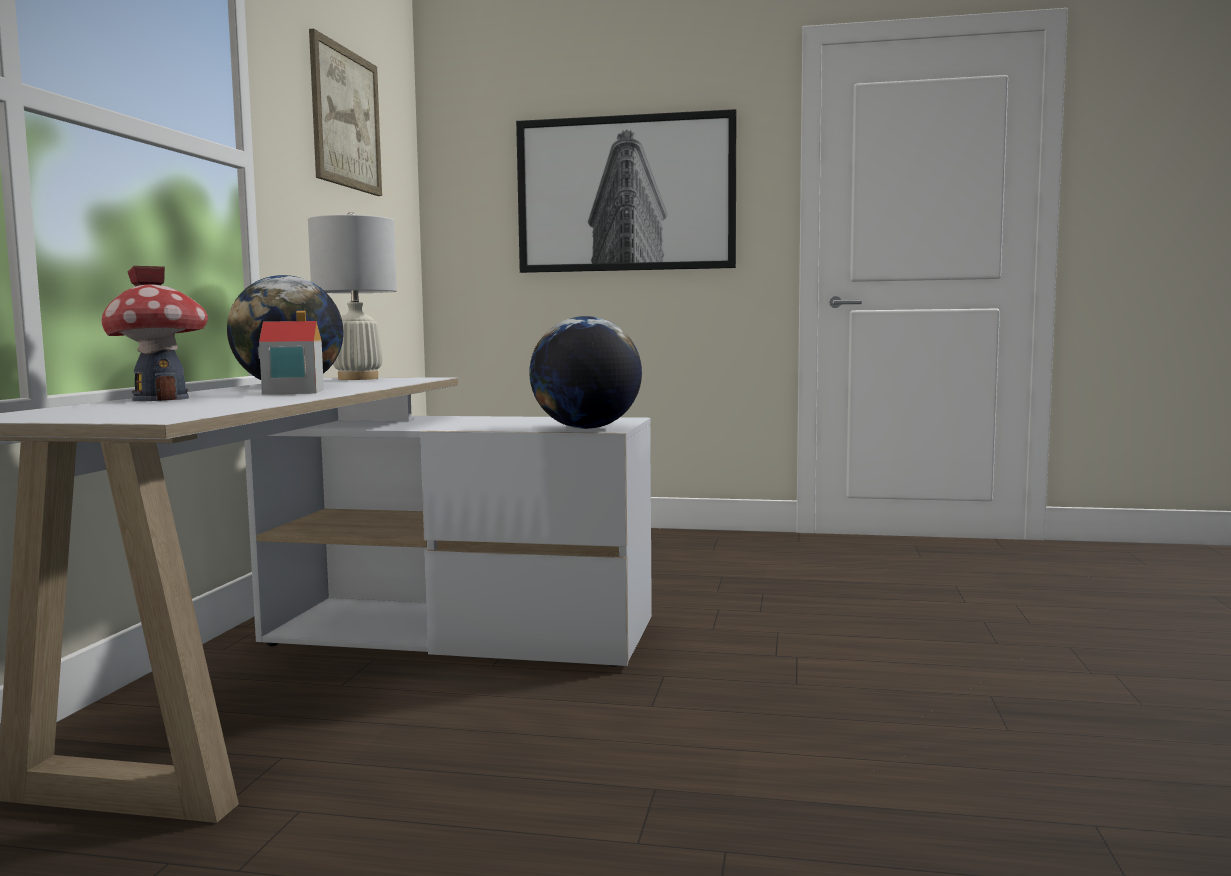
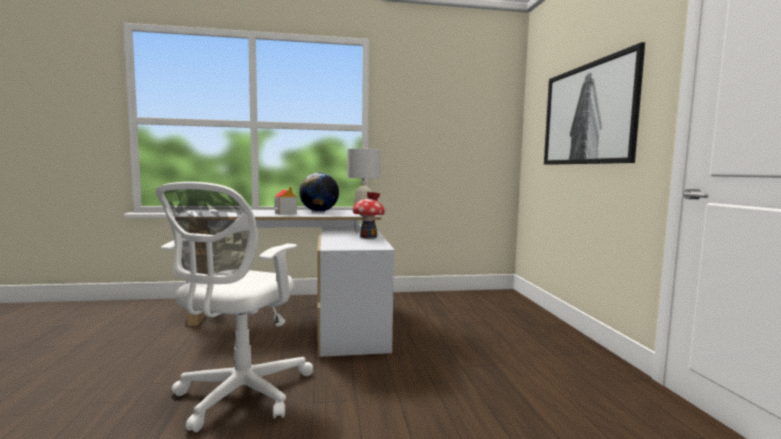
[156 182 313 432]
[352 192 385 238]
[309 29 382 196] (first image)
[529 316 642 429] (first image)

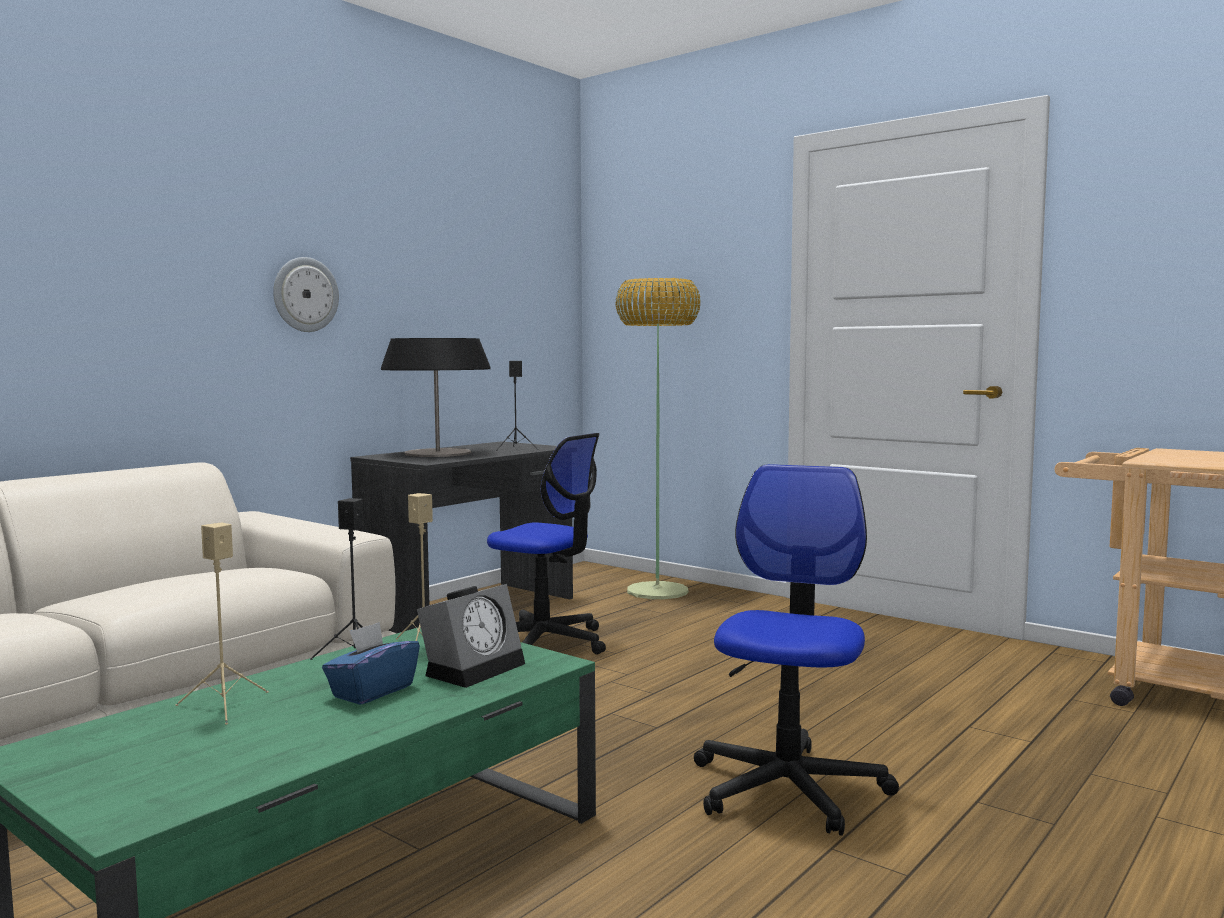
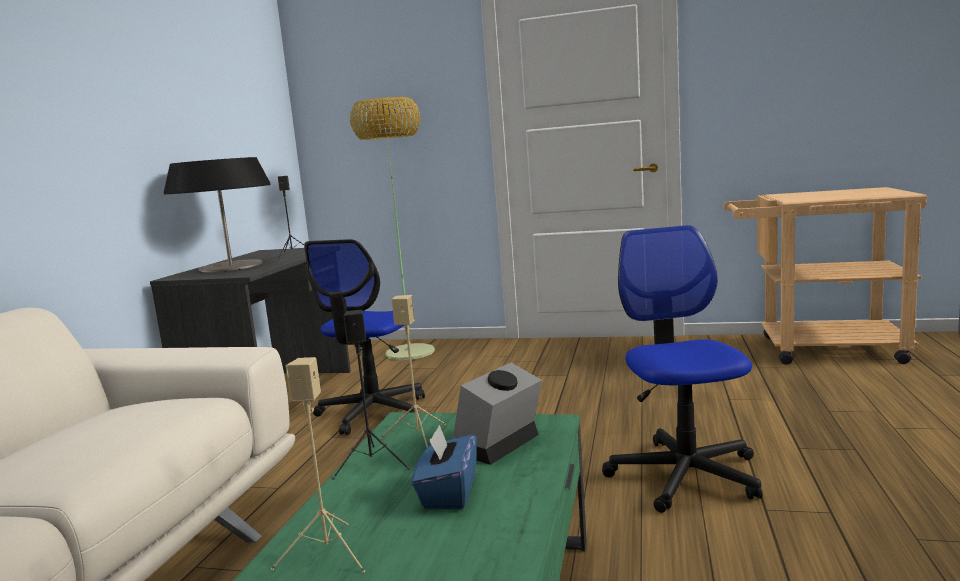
[304 239 425 435]
[453 363 542 465]
[273 257 339 332] (first image)

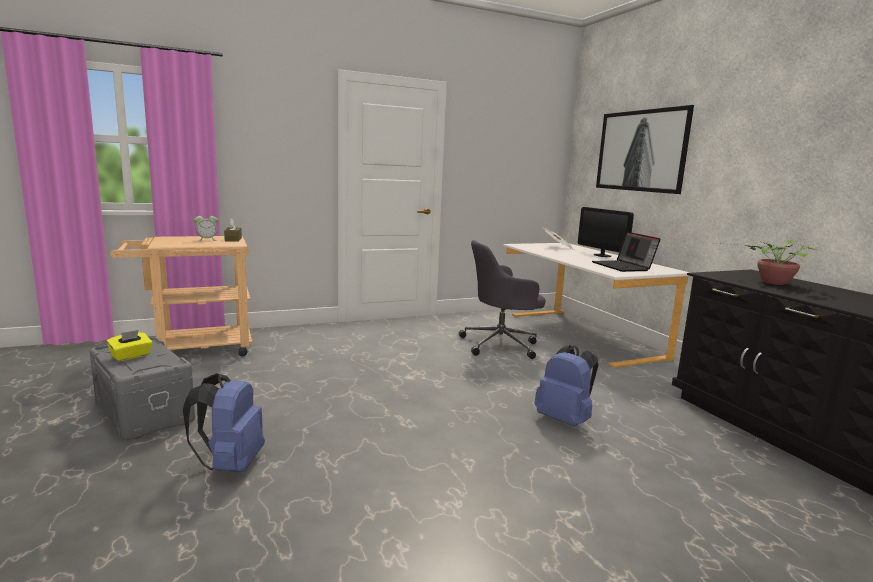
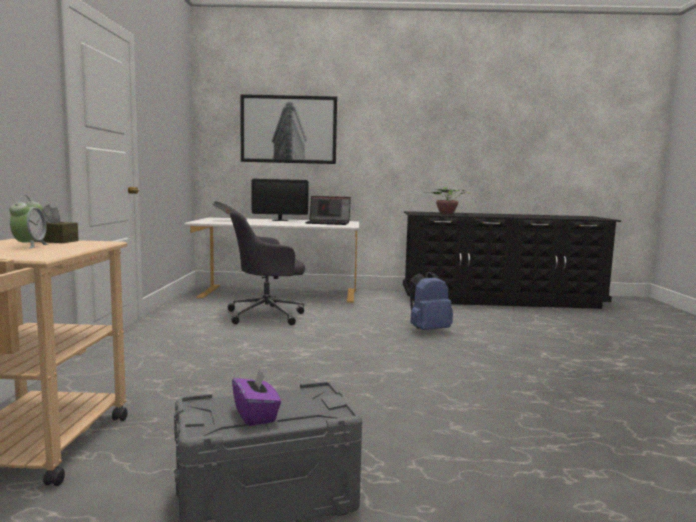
[228 211 305 325]
[232 368 281 426]
[183 373 265 472] (first image)

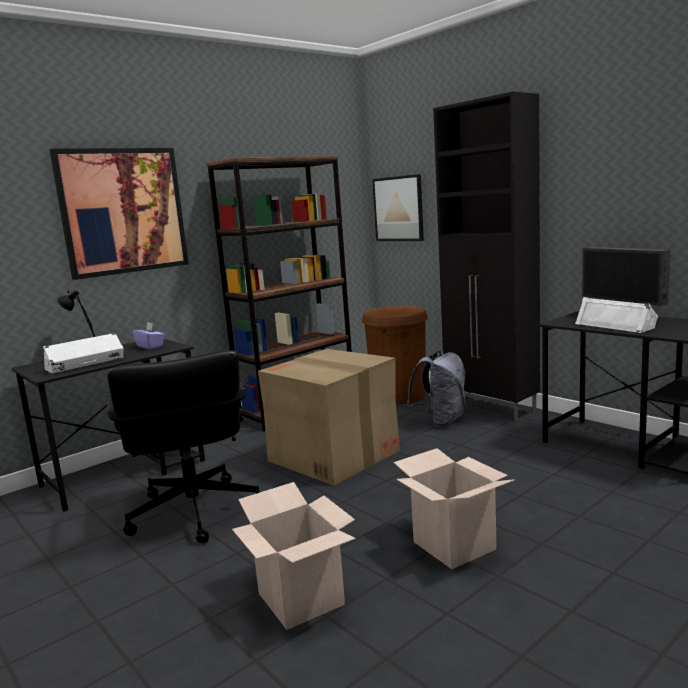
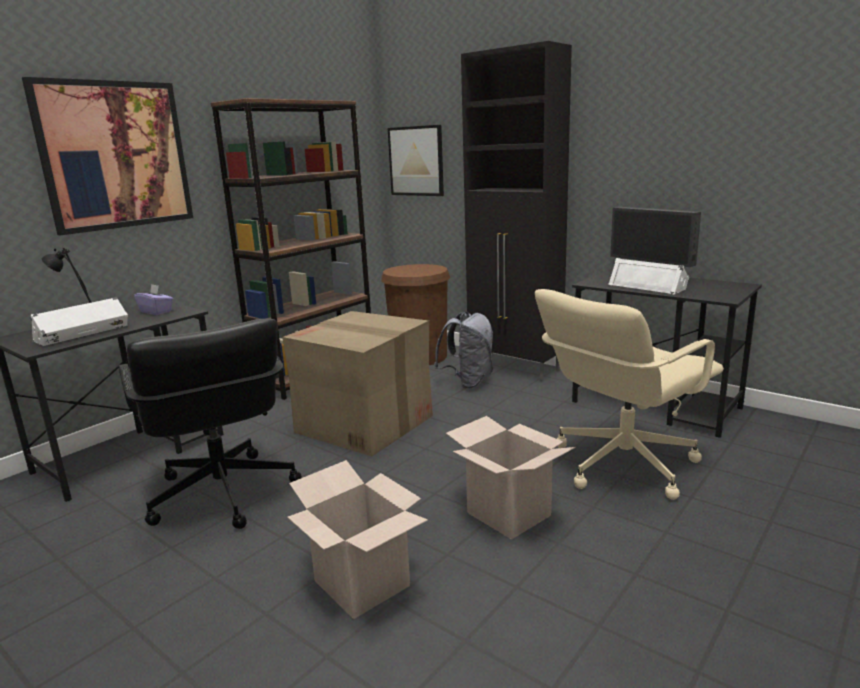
[535 289 724 500]

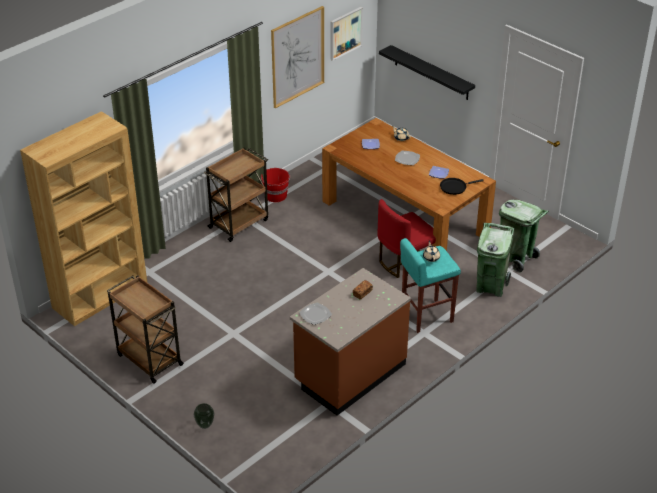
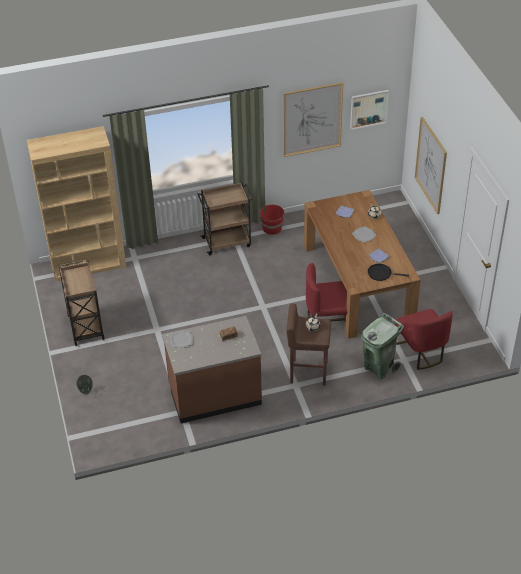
[286 303 331 386]
[394 309 453 370]
[415 117 447 214]

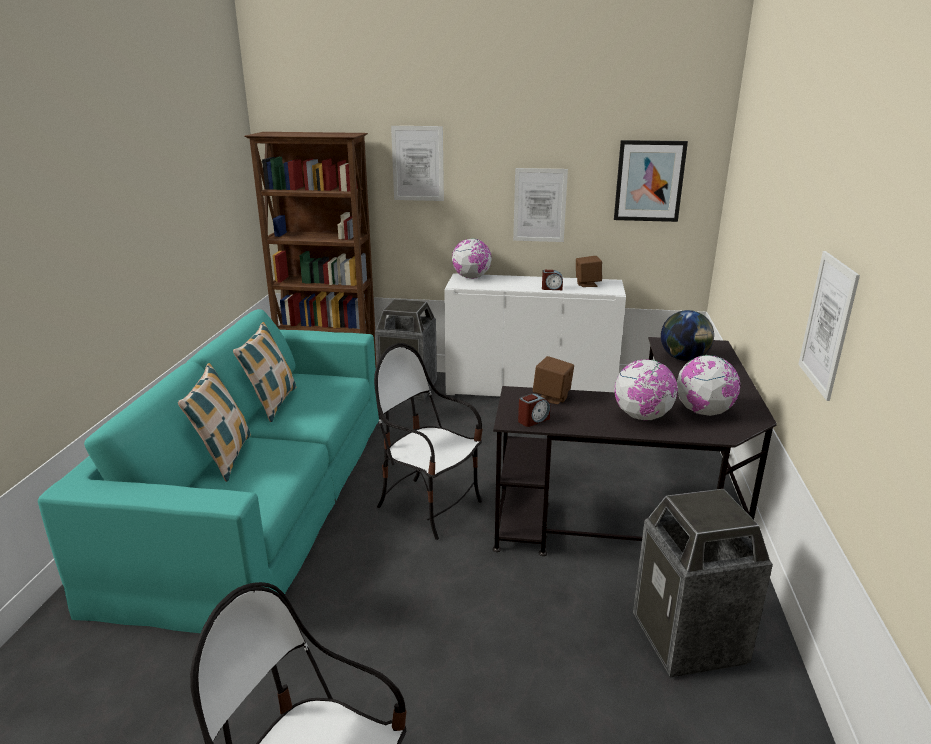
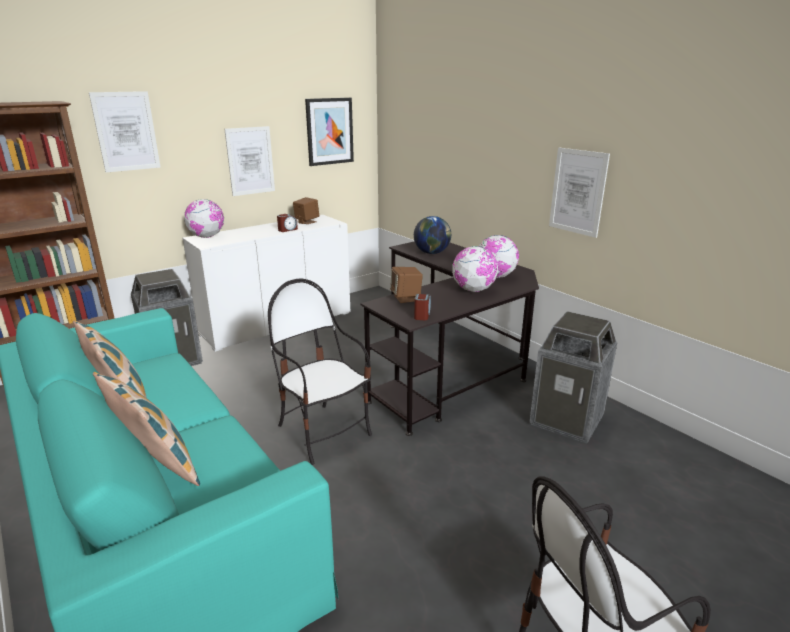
[268 279 372 465]

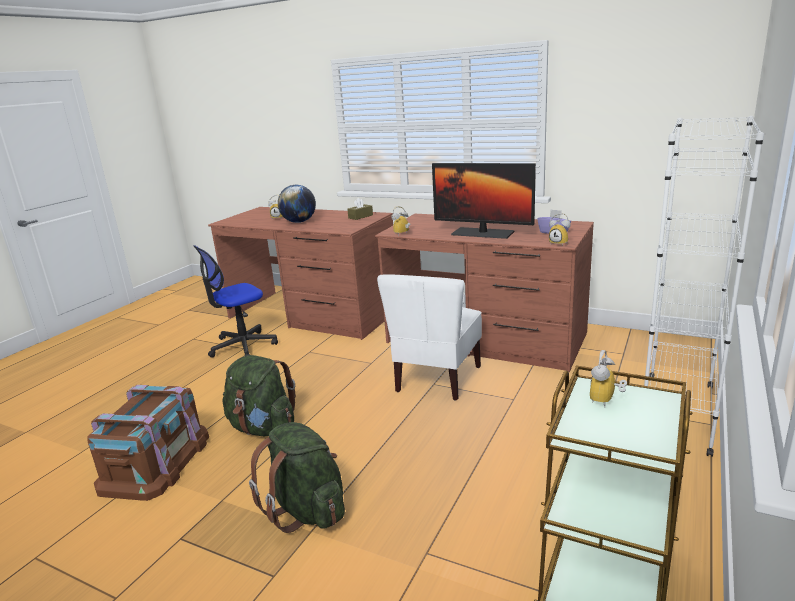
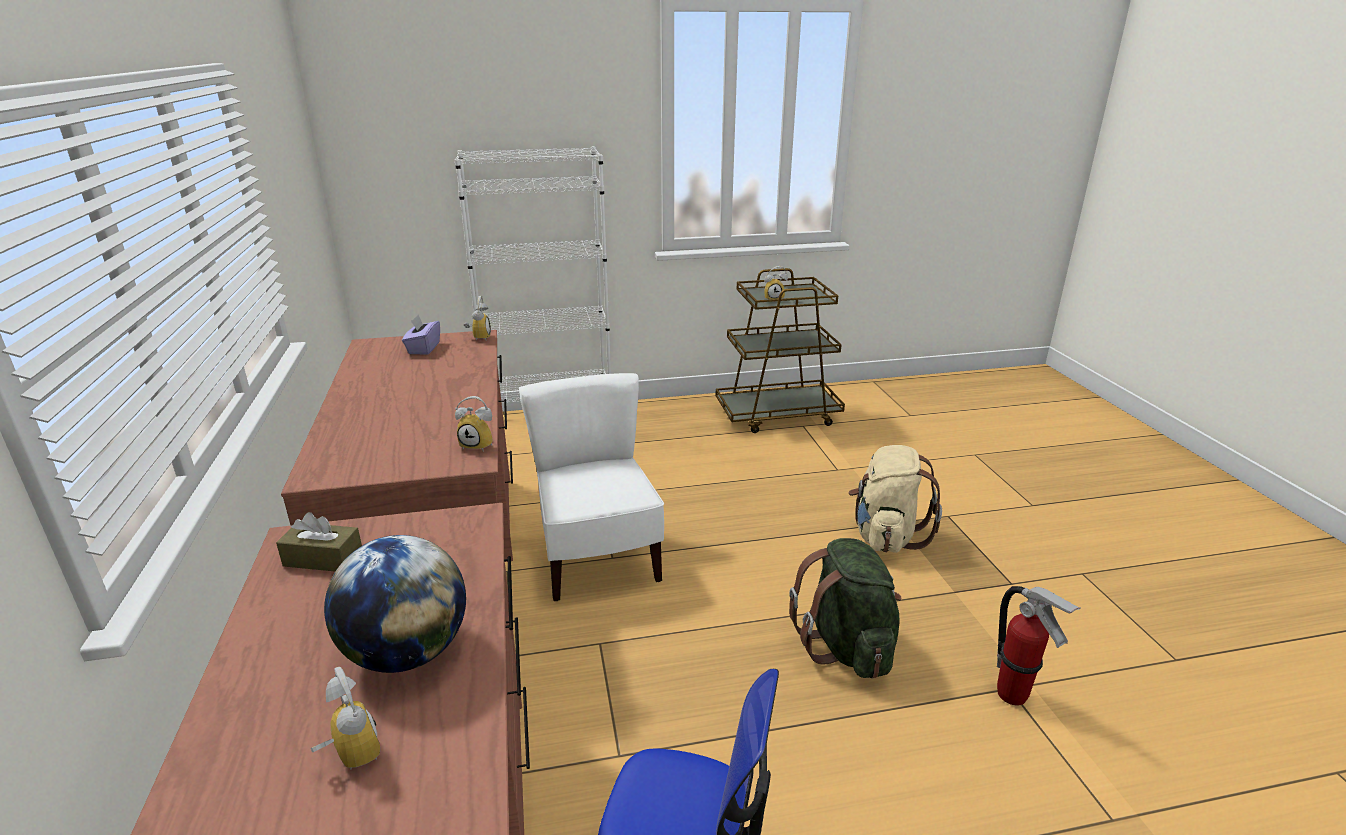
[519 373 664 601]
[849 445 942 553]
[997 586 1081 706]
[432 163 536 239] (first image)

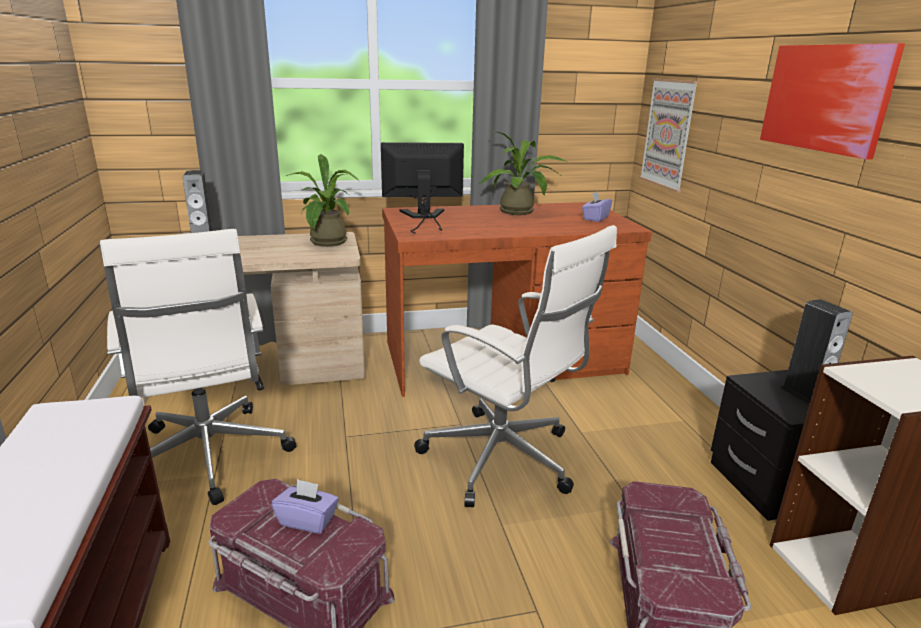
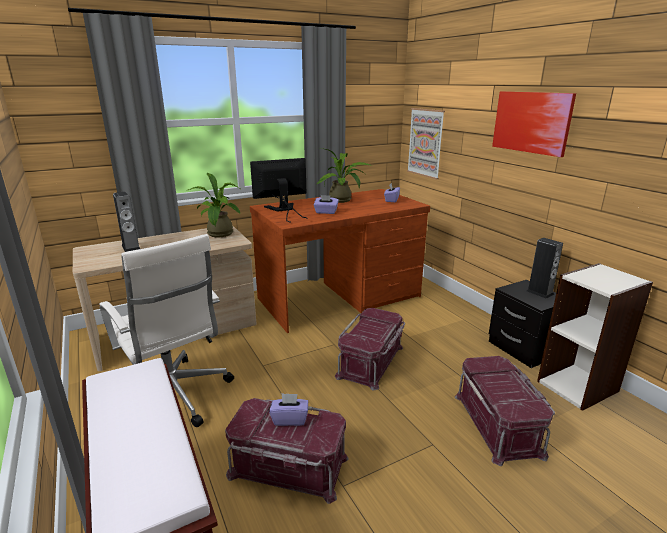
[314 195 339 214]
[335 308 405 391]

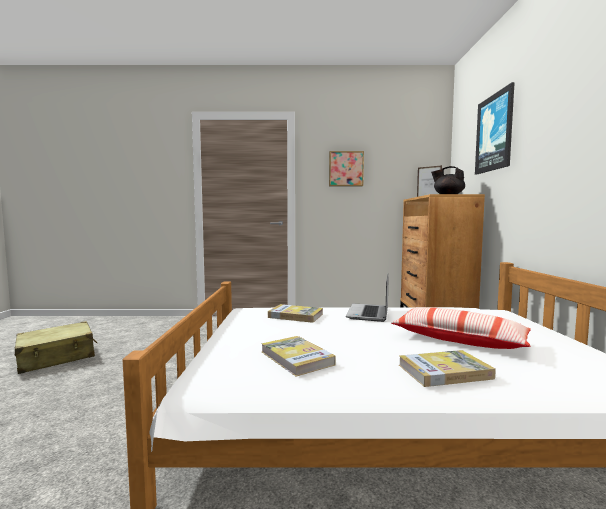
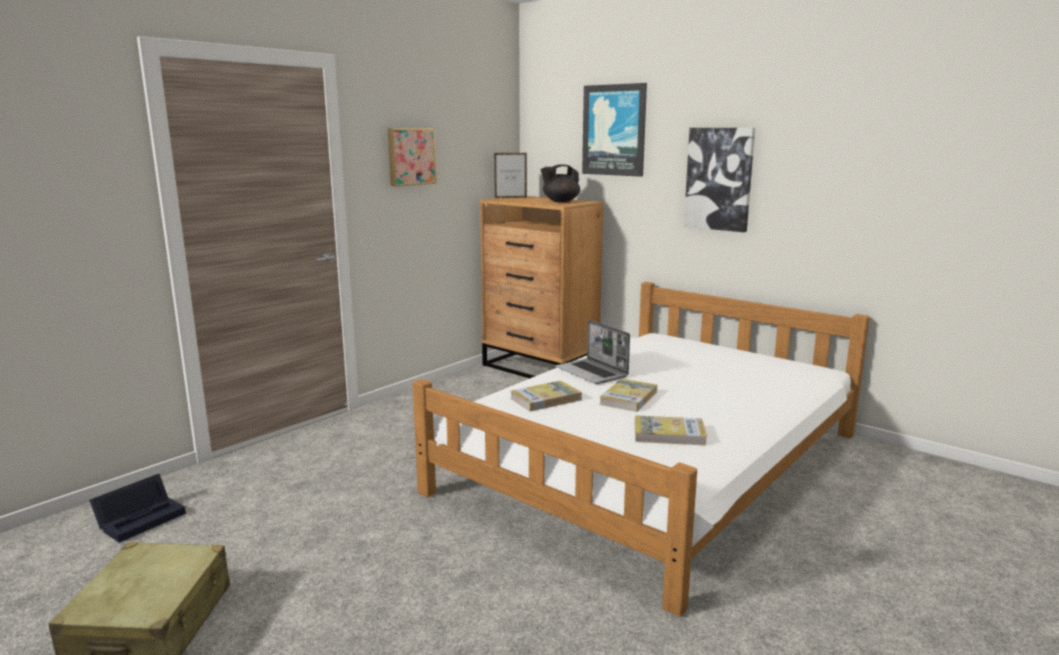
[89 474 186 543]
[599 378 657 412]
[684 128 755 232]
[391 307 531 349] (first image)

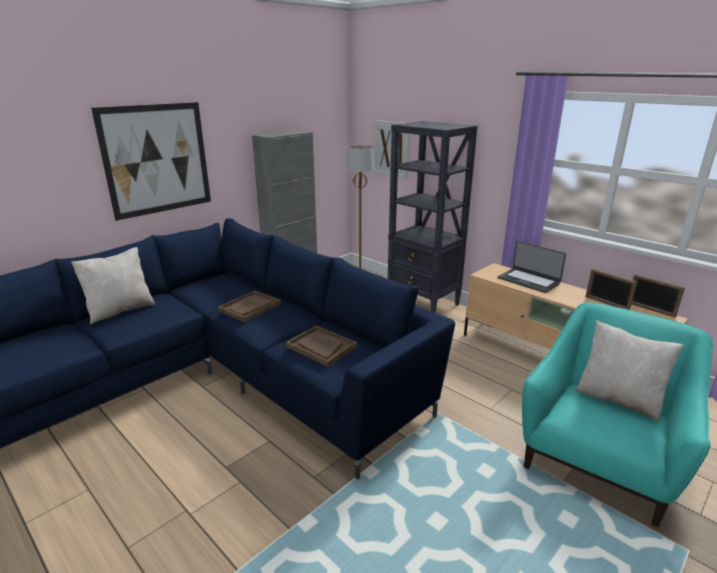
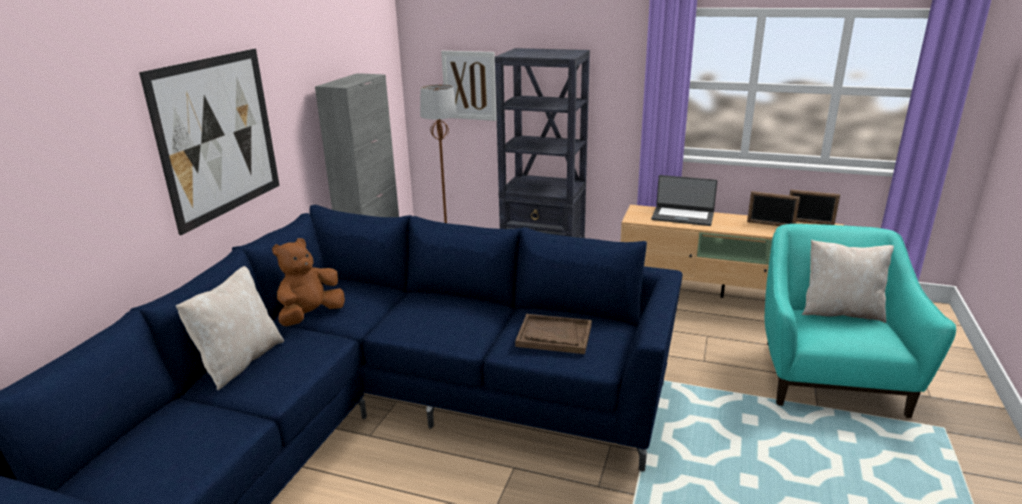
[272 238 345 326]
[218 291 281 322] (first image)

